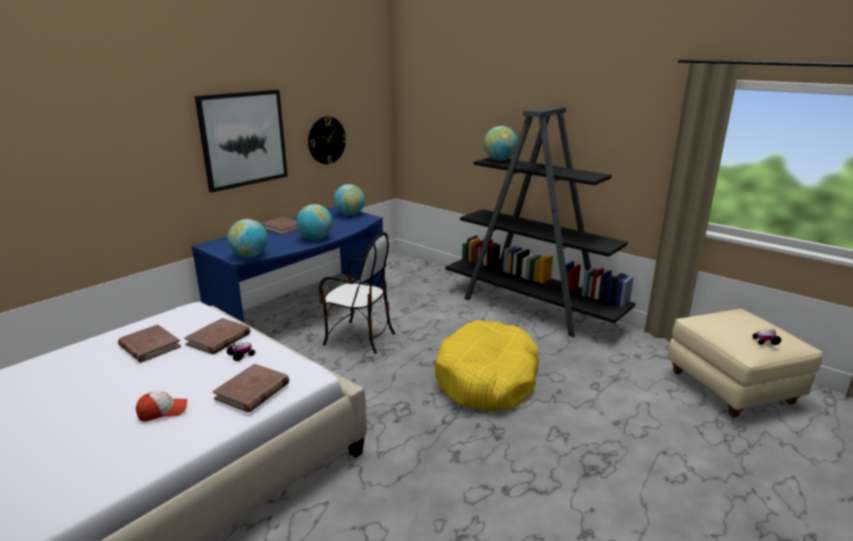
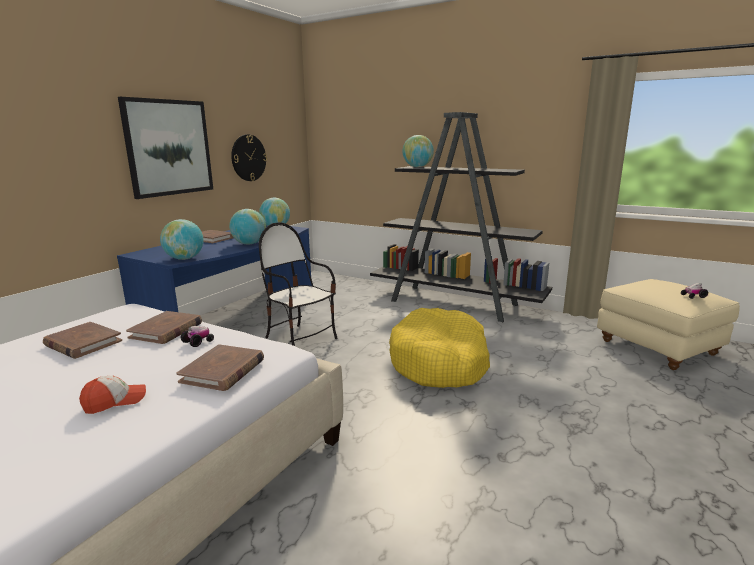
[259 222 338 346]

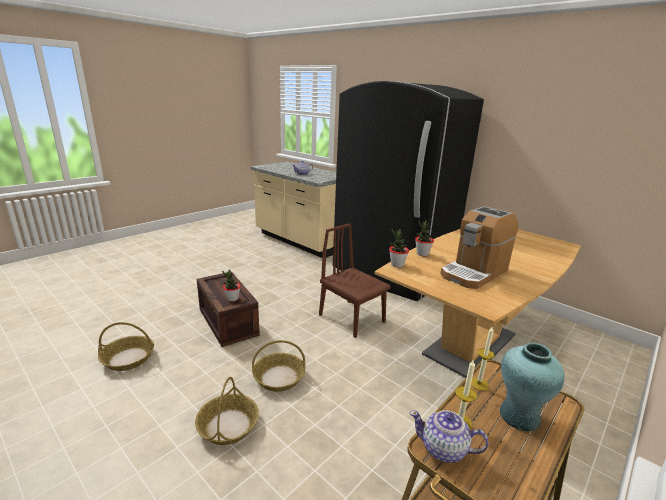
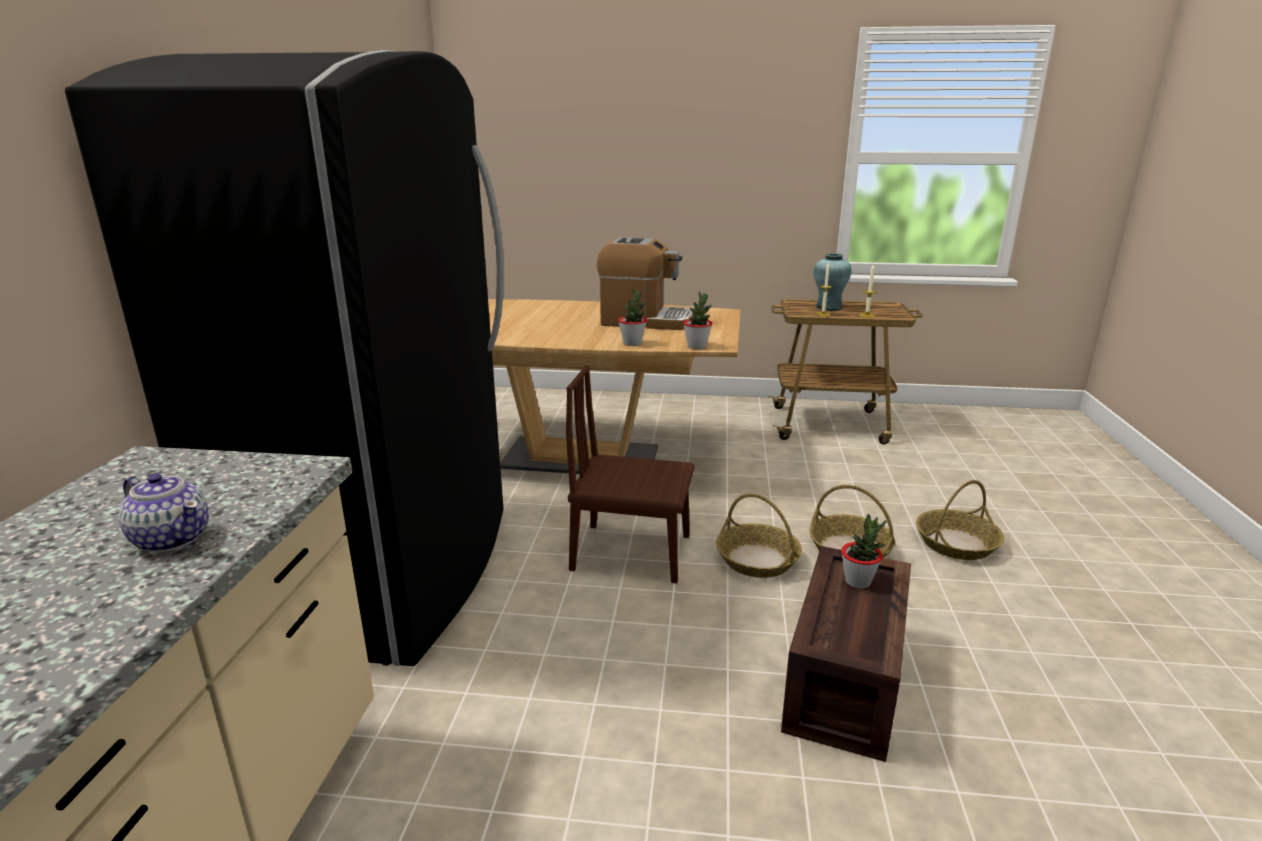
[566 365 695 584]
[716 493 802 578]
[409 410 489 463] (first image)

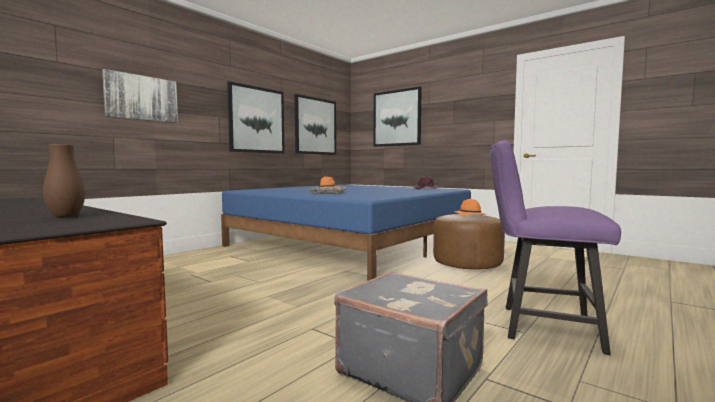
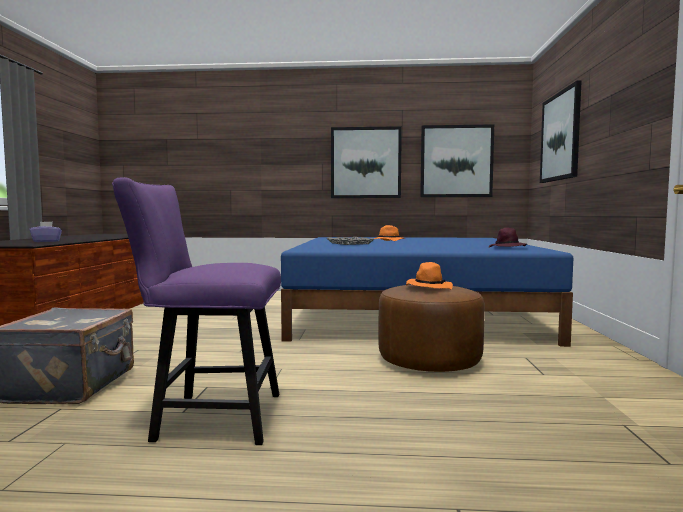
[30 222 62 242]
[112 177 281 445]
[102 69 178 123] (first image)

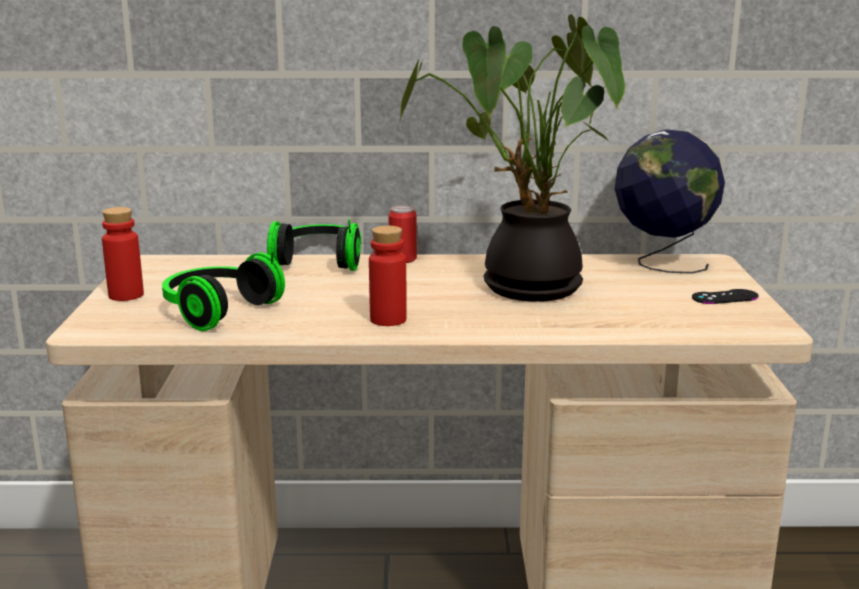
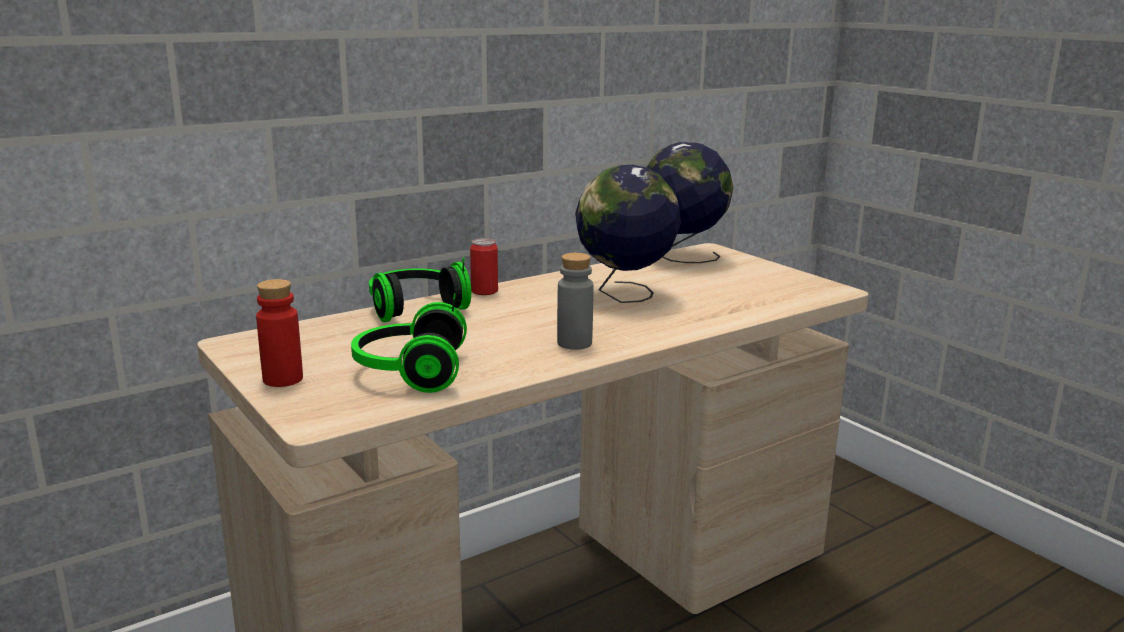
[557 253 594 350]
[575 165 681 303]
[692 289 759 304] (first image)

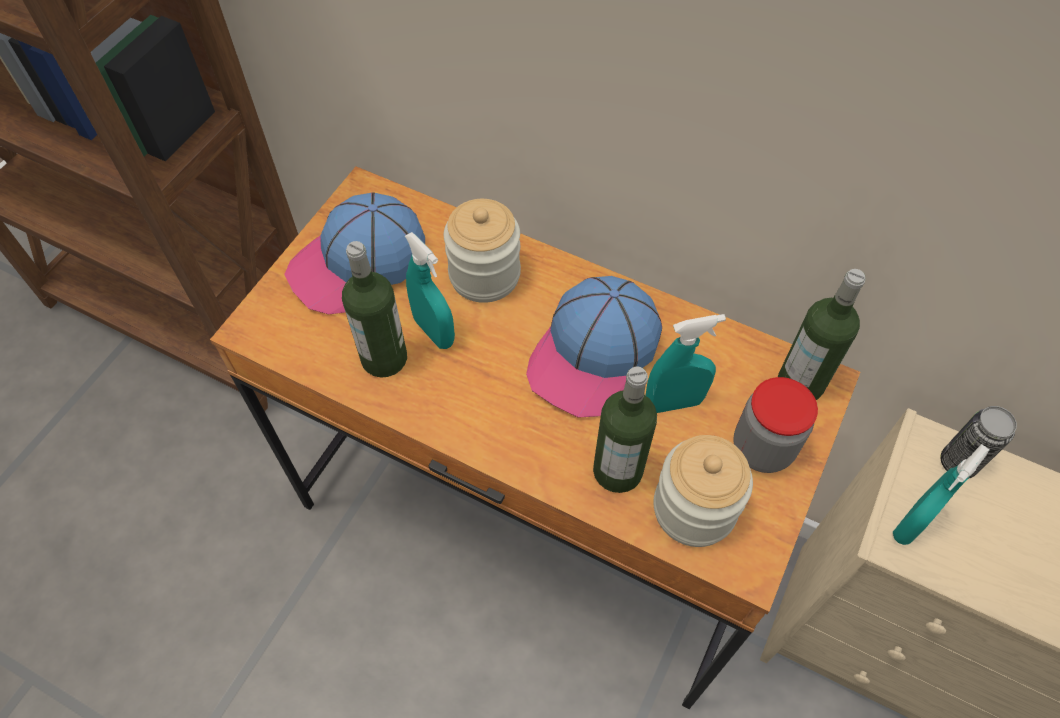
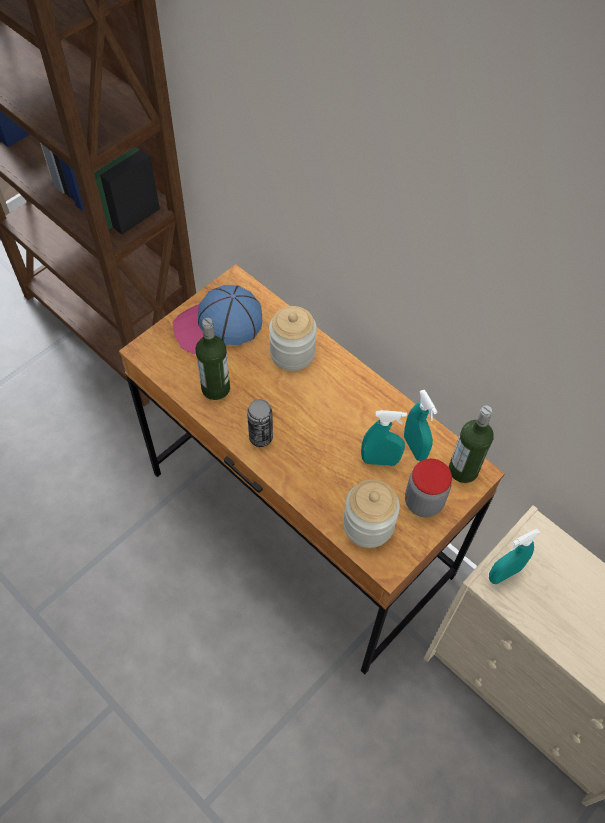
[247 399 273 447]
[404 390 437 461]
[526 276 662 418] (first image)
[593 366 657 493] (first image)

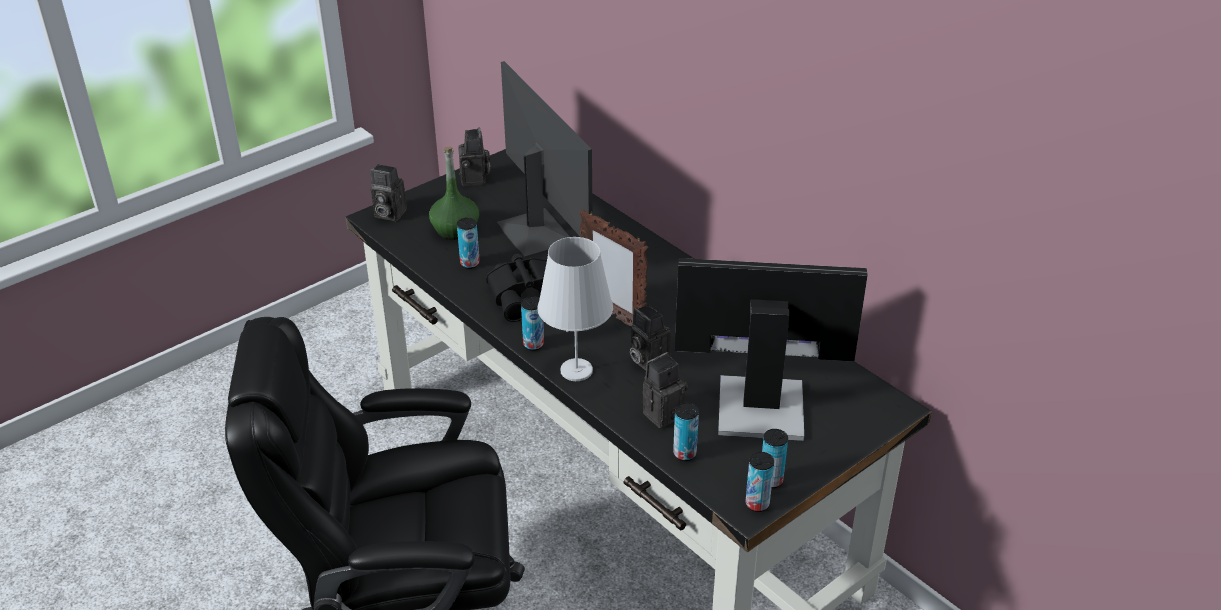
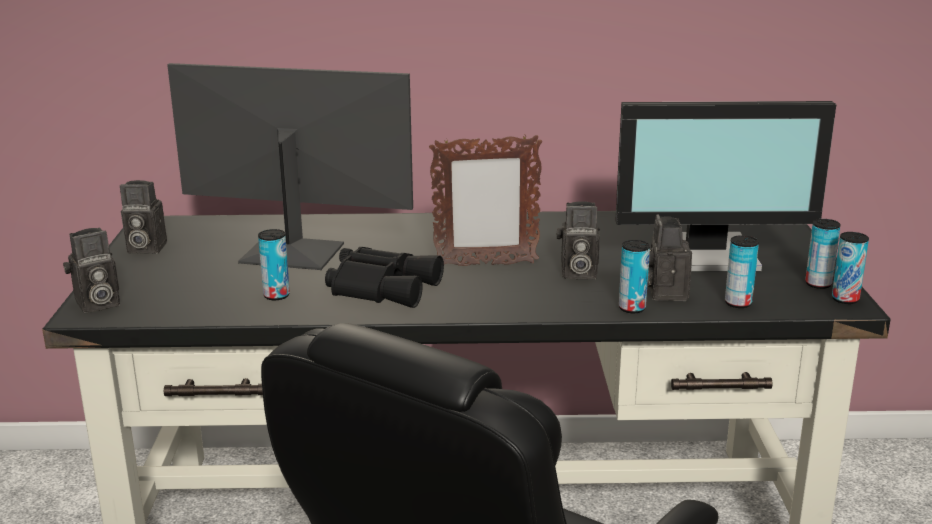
[120 180 167 254]
[615 101 836 272]
[619 240 650 313]
[429 147 479 240] (first image)
[537 237 613 381] (first image)

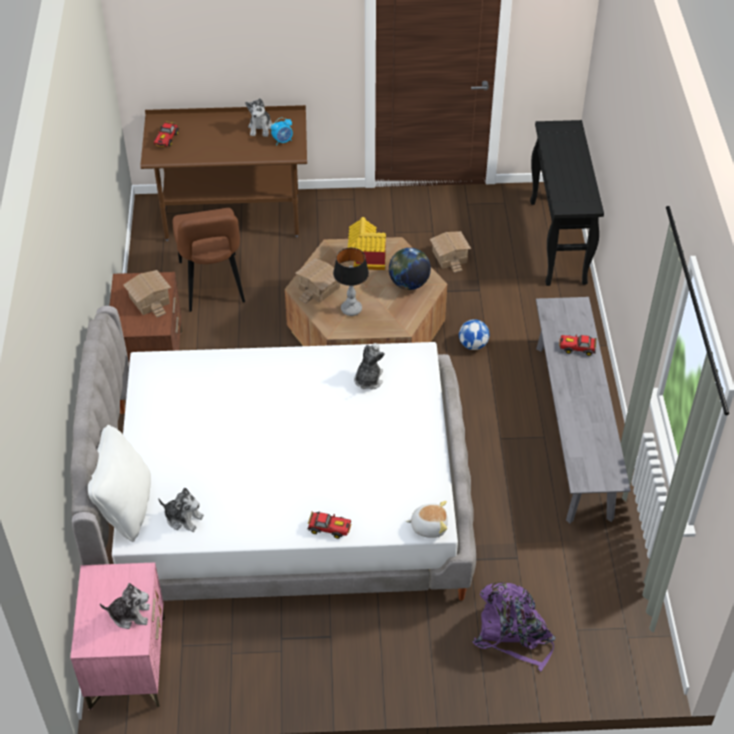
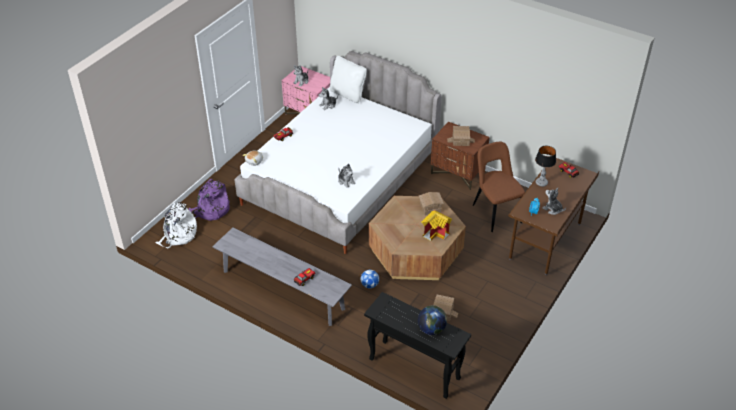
[155 202 197 248]
[418 305 447 335]
[473 142 525 232]
[535 146 556 187]

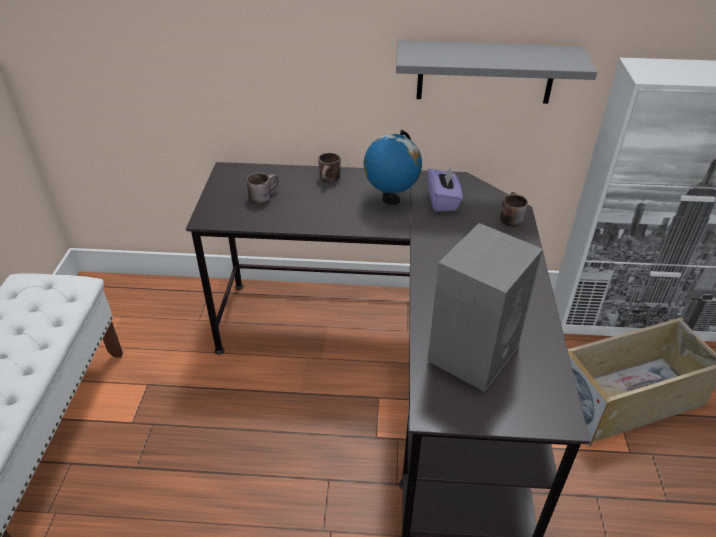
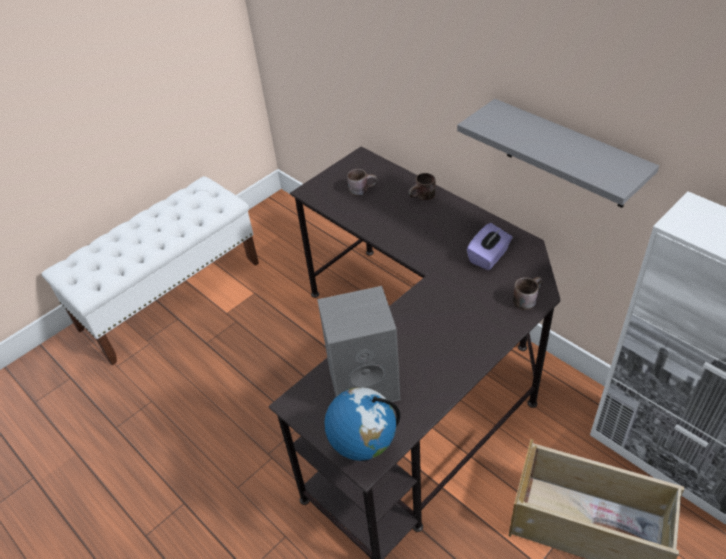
[324 387 400 461]

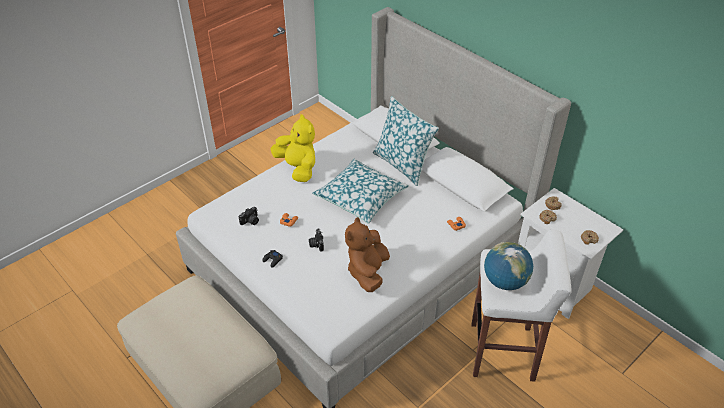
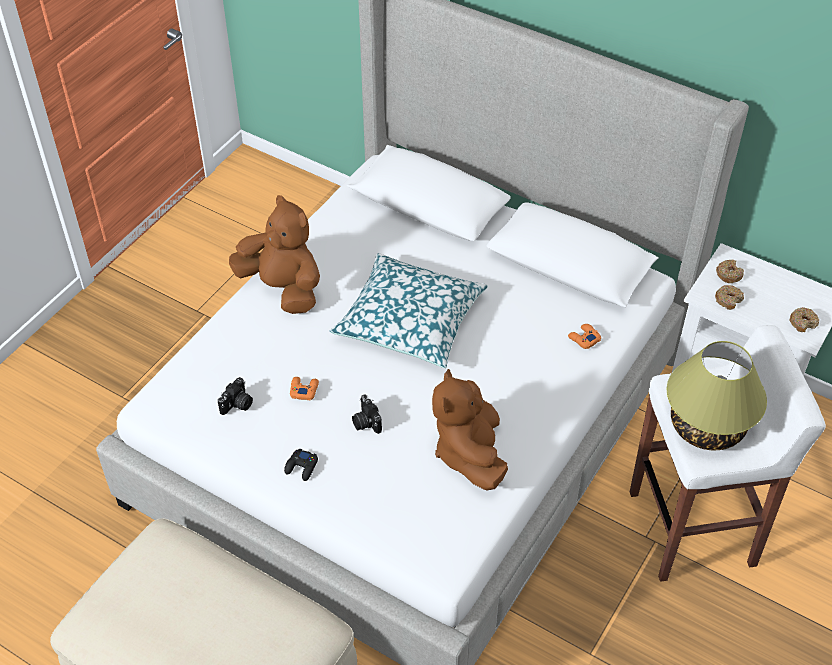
[229 195 320 314]
[666 341 767 450]
[373 96 439 186] (first image)

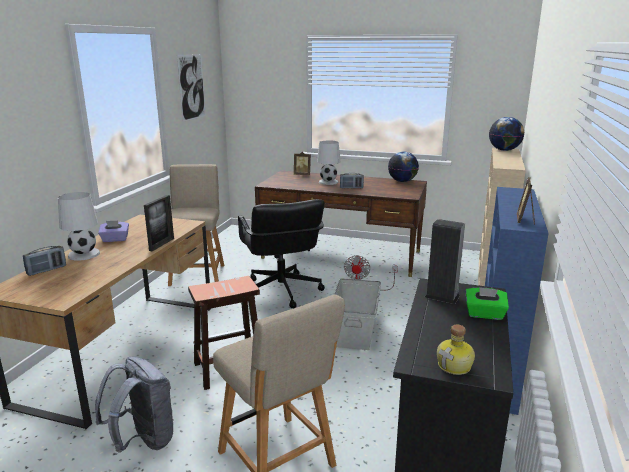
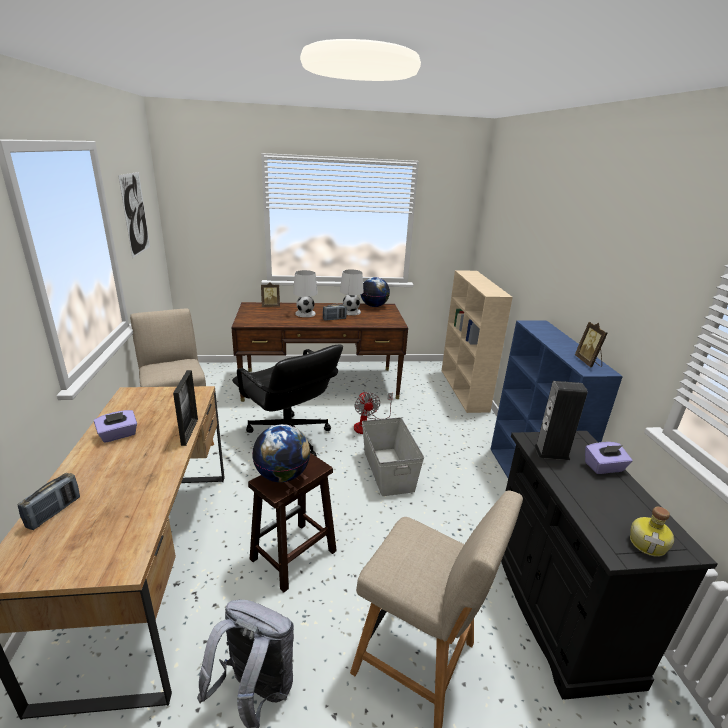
[252 424 311 482]
[340 270 364 315]
[585 442 633 474]

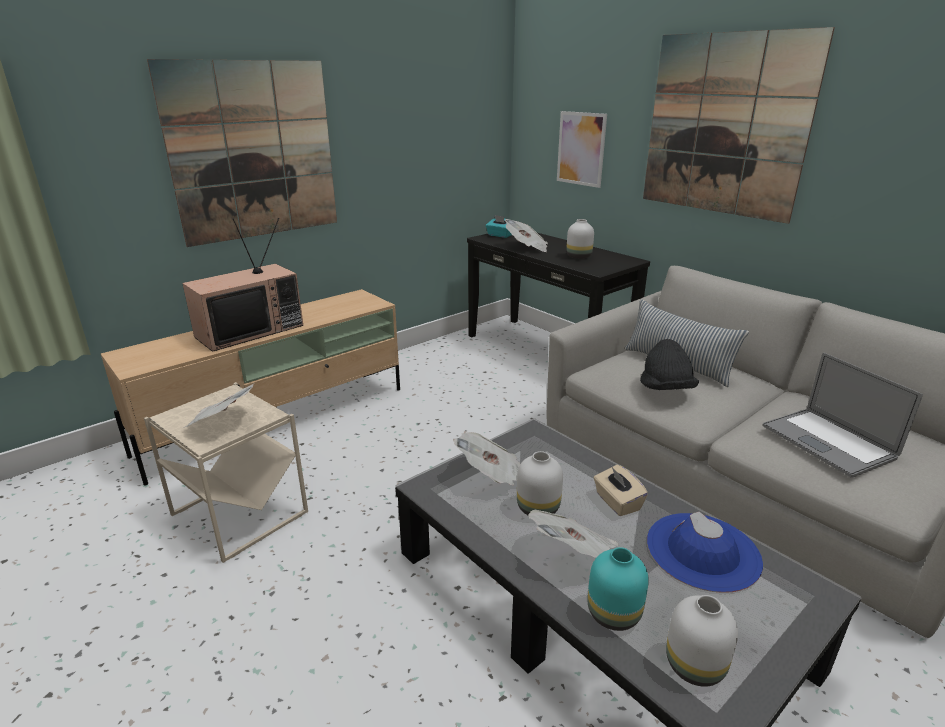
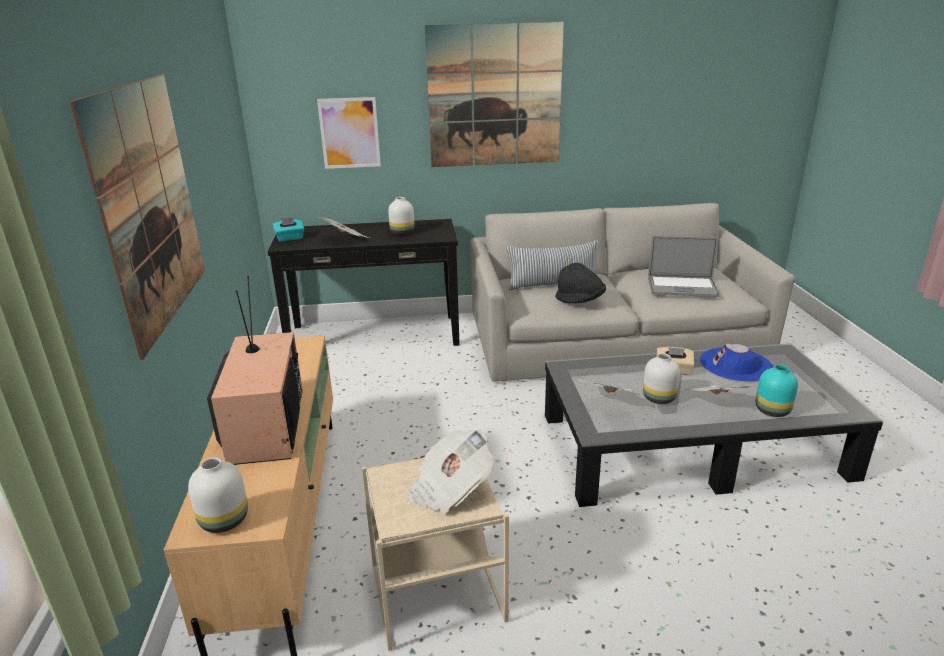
[188 458 248 533]

